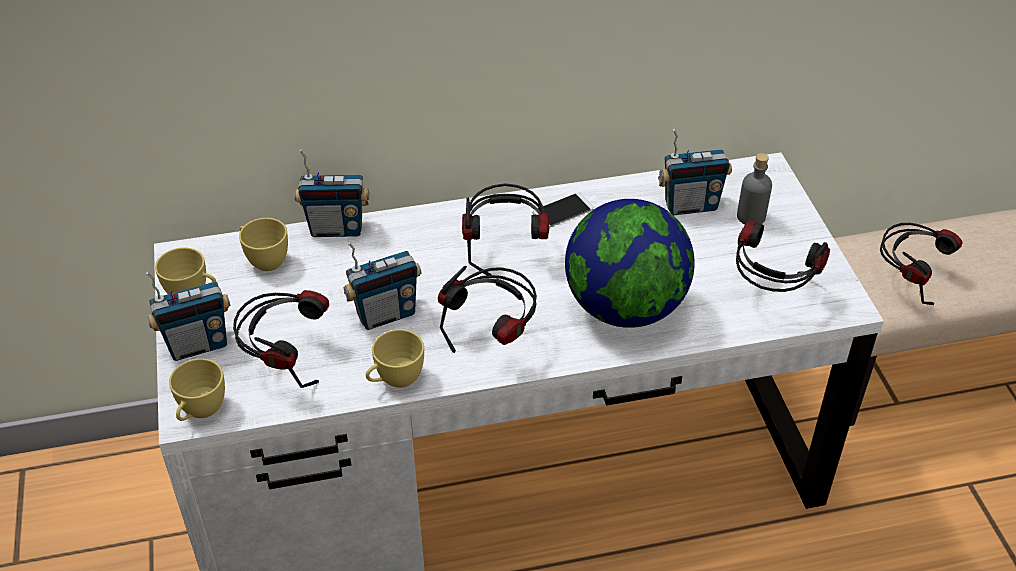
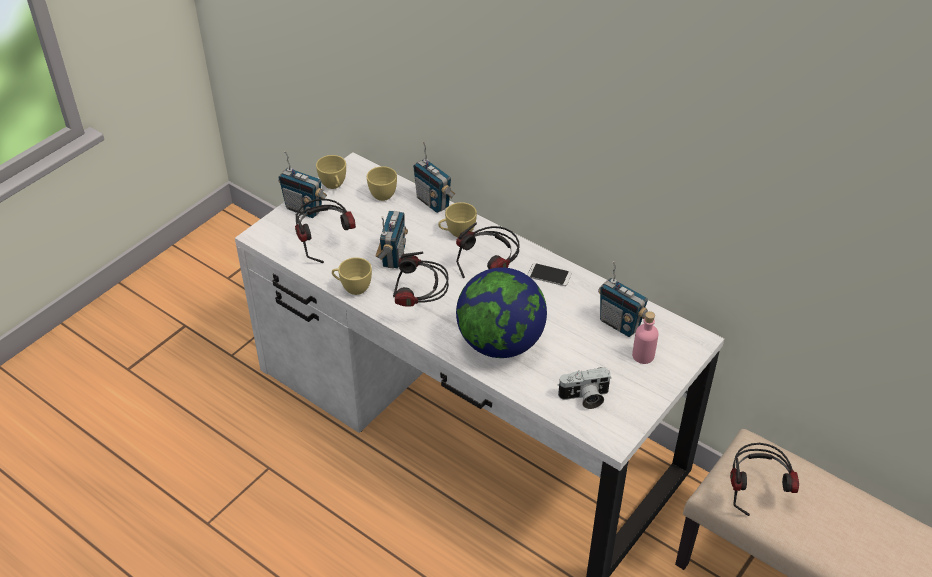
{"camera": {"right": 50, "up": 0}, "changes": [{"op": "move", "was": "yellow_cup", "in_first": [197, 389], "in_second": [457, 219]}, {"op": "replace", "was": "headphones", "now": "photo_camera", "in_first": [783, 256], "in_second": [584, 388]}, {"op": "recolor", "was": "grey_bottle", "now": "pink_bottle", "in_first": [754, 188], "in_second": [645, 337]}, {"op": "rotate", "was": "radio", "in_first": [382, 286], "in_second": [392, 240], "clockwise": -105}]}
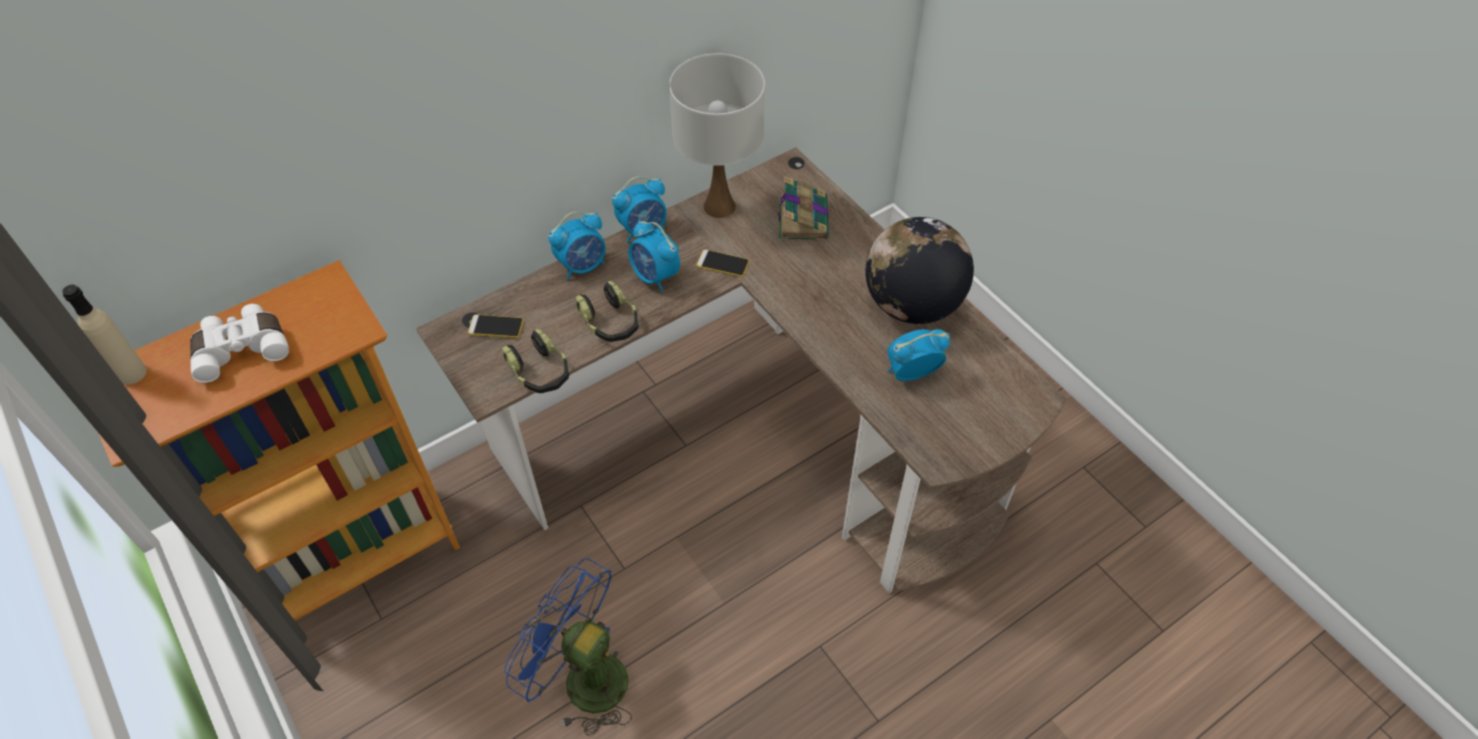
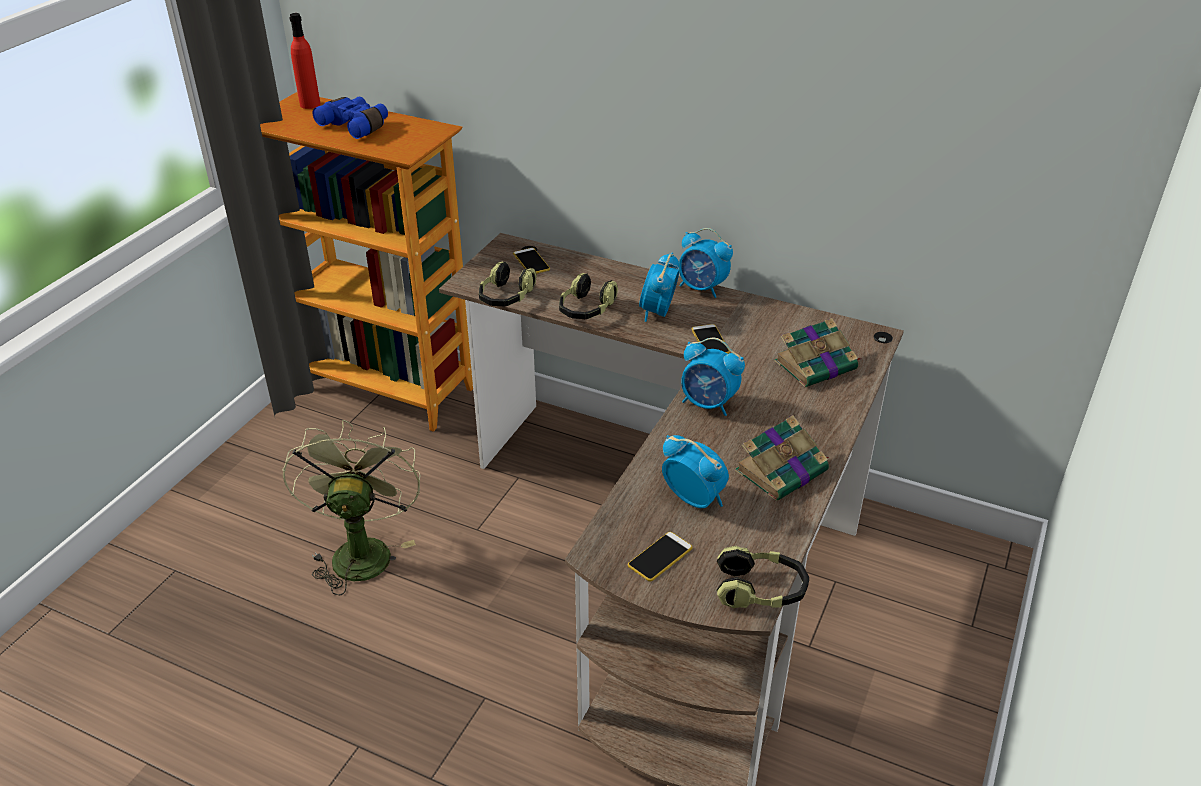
{"camera": {"right": 60, "up": -15}, "changes": [{"op": "delete", "was": "white_table_lamp", "in_first": [717, 136]}, {"op": "insert", "now": "phone", "in_second": [660, 556]}, {"op": "insert", "now": "headphones", "in_second": [762, 577]}, {"op": "move", "was": "alarm_clock", "in_first": [577, 246], "in_second": [713, 377]}, {"op": "replace", "was": "globe", "now": "book", "in_first": [919, 270], "in_second": [782, 458]}, {"op": "recolor", "was": "beige_bottle", "now": "red_bottle", "in_first": [104, 335], "in_second": [304, 61]}, {"op": "recolor", "was": "white_binoculars", "now": "blue_binoculars", "in_first": [239, 343], "in_second": [350, 118]}, {"op": "recolor", "was": "blue_fan", "now": "green_fan", "in_first": [568, 647], "in_second": [351, 507]}]}
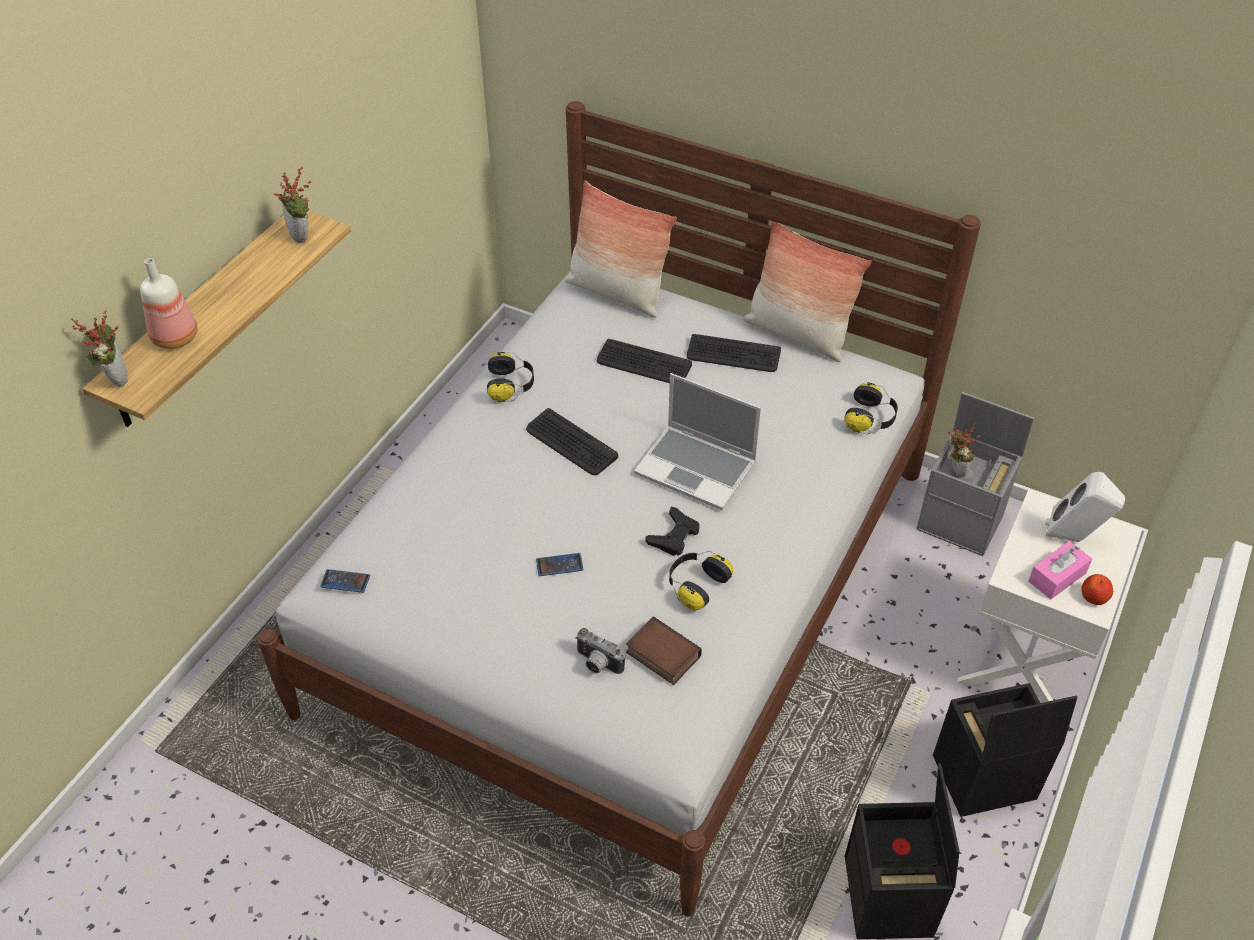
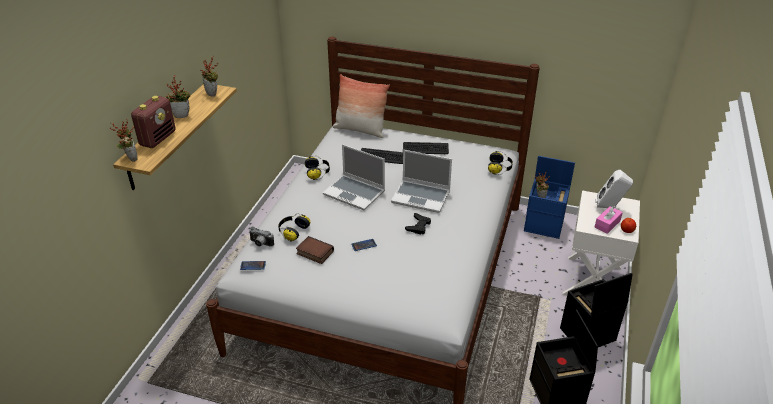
{"camera": {"right": -10, "up": -10}, "changes": [{"op": "delete", "was": "pillow", "in_first": [807, 291]}, {"op": "insert", "now": "potted_plant", "in_second": [178, 96]}, {"op": "move", "was": "photo_camera", "in_first": [600, 651], "in_second": [261, 236]}, {"op": "move", "was": "book", "in_first": [664, 650], "in_second": [315, 250]}, {"op": "move", "was": "headphones", "in_first": [701, 580], "in_second": [294, 227]}, {"op": "replace", "was": "bottle", "now": "radio", "in_first": [169, 303], "in_second": [153, 122]}, {"op": "replace", "was": "keyboard", "now": "laptop", "in_first": [572, 441], "in_second": [354, 177]}, {"op": "recolor", "was": "grey_storage_box", "now": "blue_storage_box", "in_first": [975, 474], "in_second": [549, 197]}]}
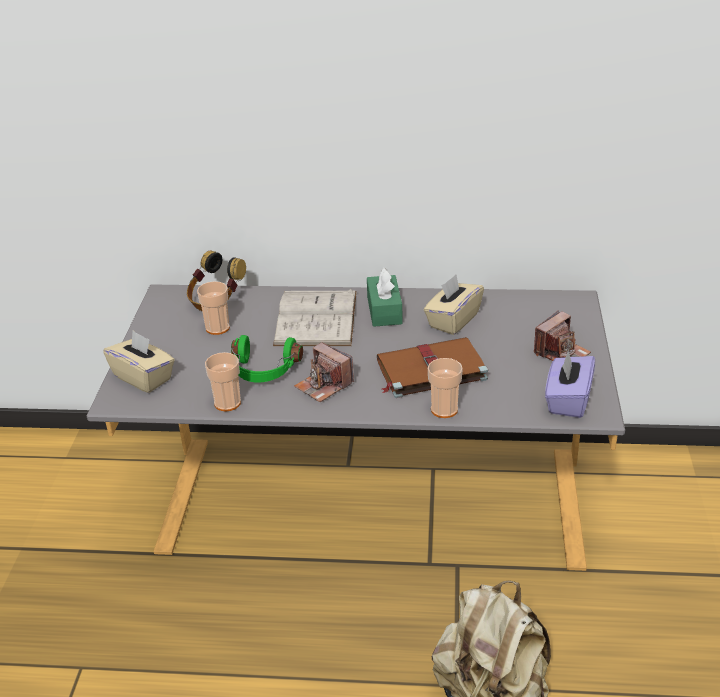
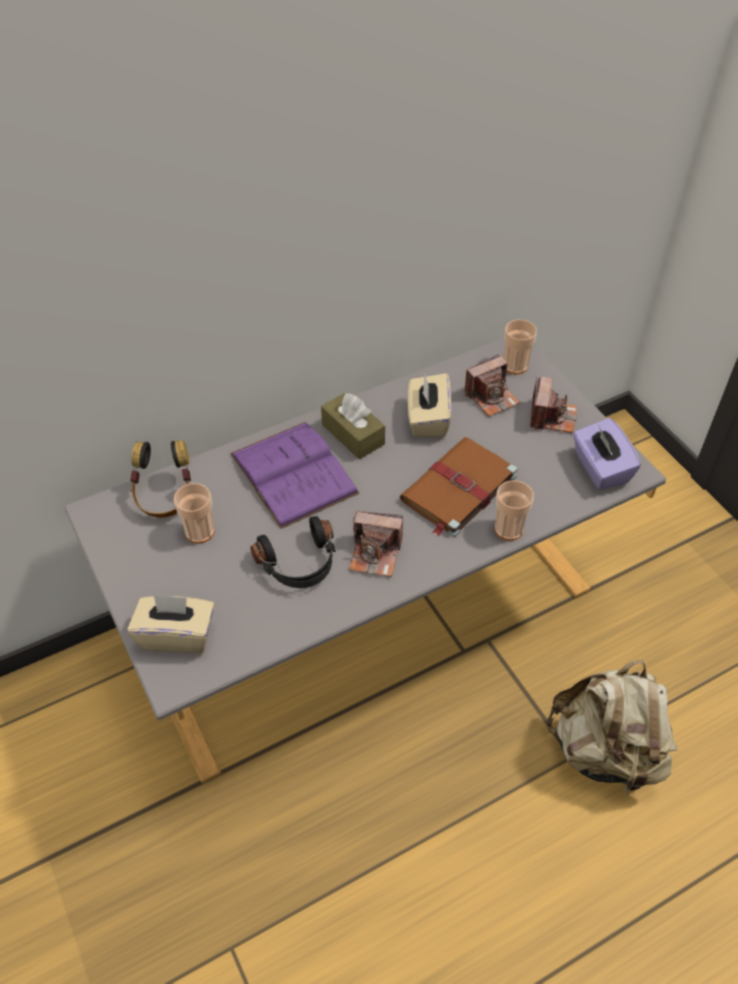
{"camera": {"right": -35, "up": 15}, "changes": [{"op": "insert", "now": "photo_camera", "in_second": [492, 385]}, {"op": "move", "was": "cup", "in_first": [223, 382], "in_second": [520, 347]}, {"op": "recolor", "was": "green_headphones", "now": "black_headphones", "in_first": [267, 358], "in_second": [293, 552]}, {"op": "recolor", "was": "white_book", "now": "purple_book", "in_first": [315, 317], "in_second": [294, 475]}, {"op": "recolor", "was": "green_tissue_box", "now": "brown_tissue_box", "in_first": [385, 297], "in_second": [353, 425]}]}
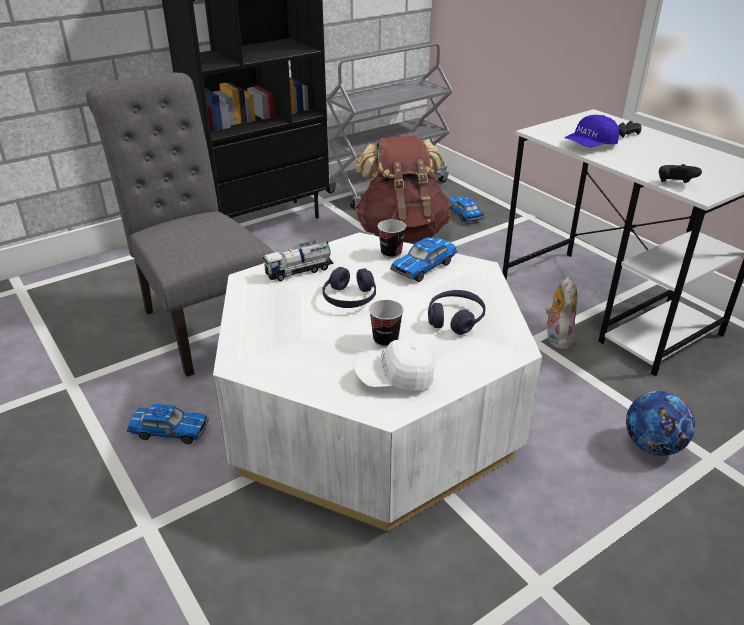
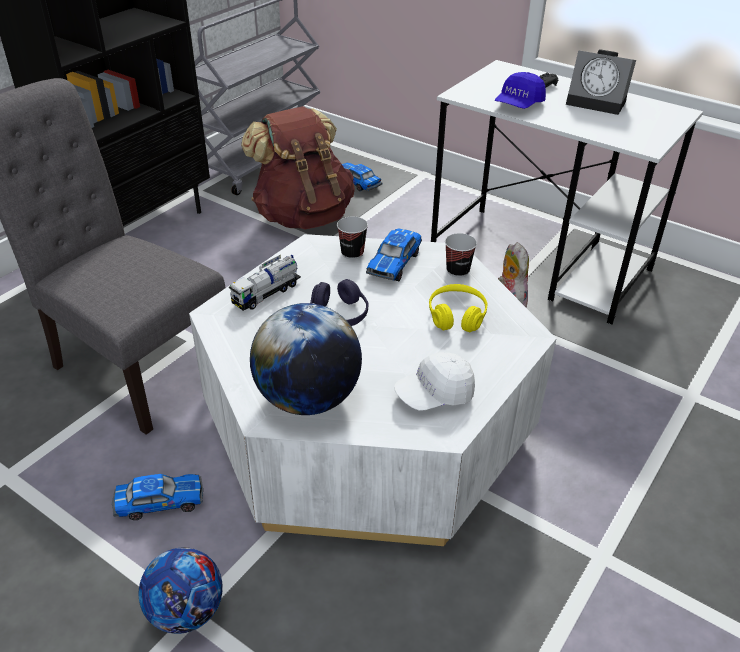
{"camera": {"right": -20, "up": 5}, "changes": [{"op": "delete", "was": "black_game_controller", "in_first": [680, 173]}, {"op": "insert", "now": "globe", "in_second": [306, 359]}, {"op": "insert", "now": "alarm_clock", "in_second": [601, 82]}, {"op": "move", "was": "cup", "in_first": [386, 323], "in_second": [461, 255]}, {"op": "move", "was": "football", "in_first": [660, 423], "in_second": [181, 590]}, {"op": "recolor", "was": "purple_headphones", "now": "yellow_headphones", "in_first": [456, 312], "in_second": [458, 308]}]}
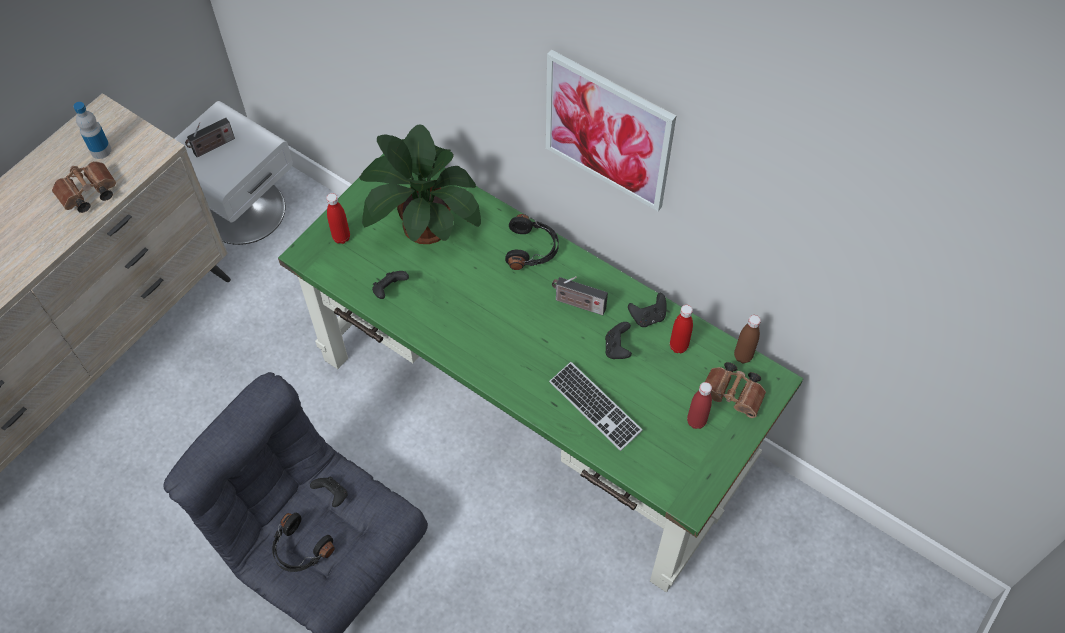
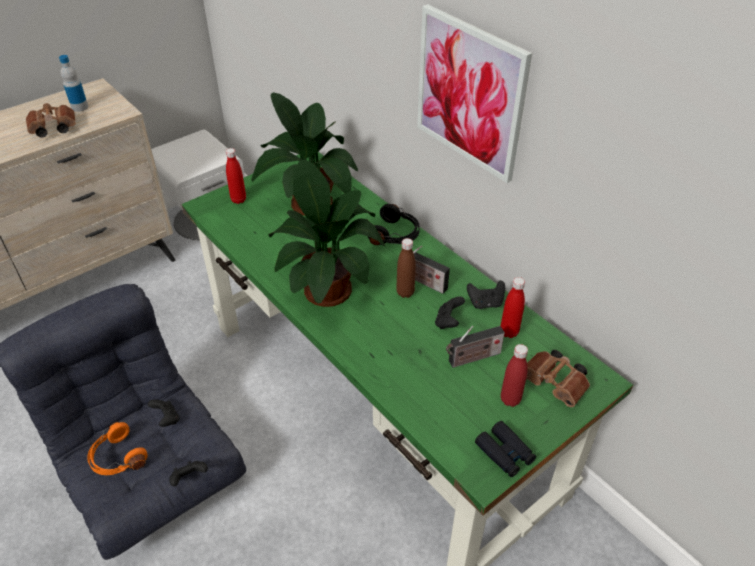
{"camera": {"right": 15, "up": -15}, "changes": [{"op": "delete", "was": "keyboard", "in_first": [595, 406]}, {"op": "insert", "now": "potted_plant", "in_second": [326, 233]}, {"op": "insert", "now": "black_binoculars", "in_second": [505, 449]}, {"op": "move", "was": "radio", "in_first": [210, 137], "in_second": [475, 346]}, {"op": "move", "was": "black_game_controller", "in_first": [390, 285], "in_second": [188, 473]}, {"op": "move", "was": "brown_bottle", "in_first": [747, 339], "in_second": [406, 268]}, {"op": "recolor", "was": "black_headphones", "now": "orange_headphones", "in_first": [303, 542], "in_second": [117, 448]}]}
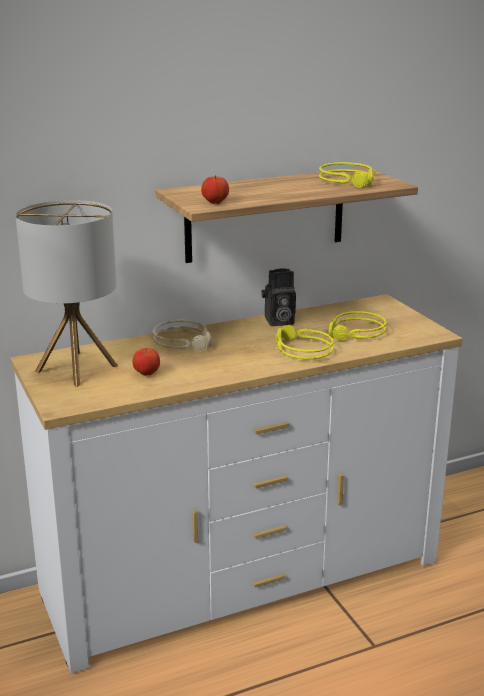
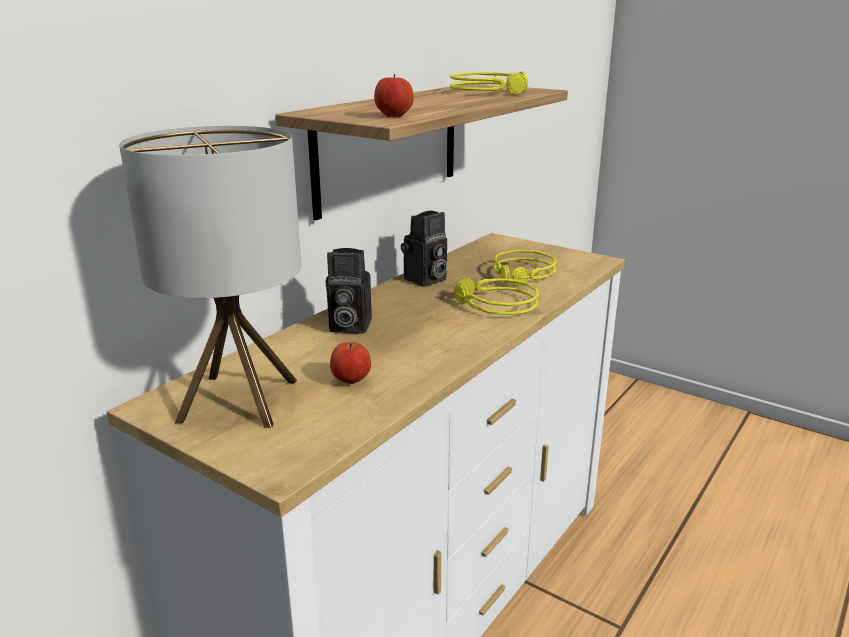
{"camera": {"right": -30, "up": 0}, "changes": [{"op": "replace", "was": "beige_headphones", "now": "photo_camera", "in_first": [182, 335], "in_second": [349, 291]}]}
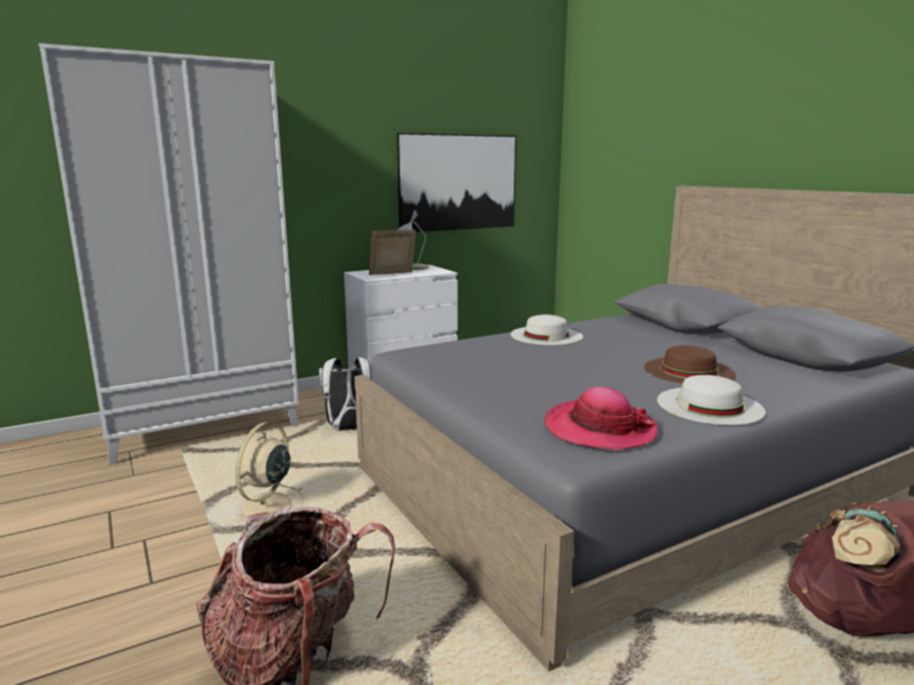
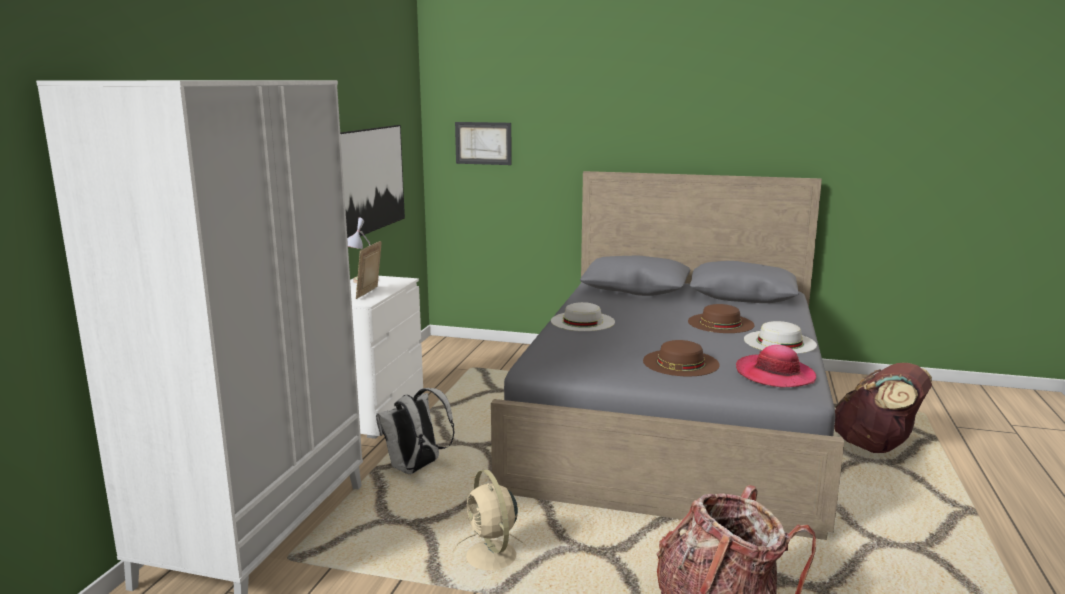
{"camera": {"right": -45, "up": 0}, "changes": [{"op": "insert", "now": "picture", "in_second": [483, 143]}, {"op": "insert", "now": "brown_hat", "in_second": [681, 358]}]}
